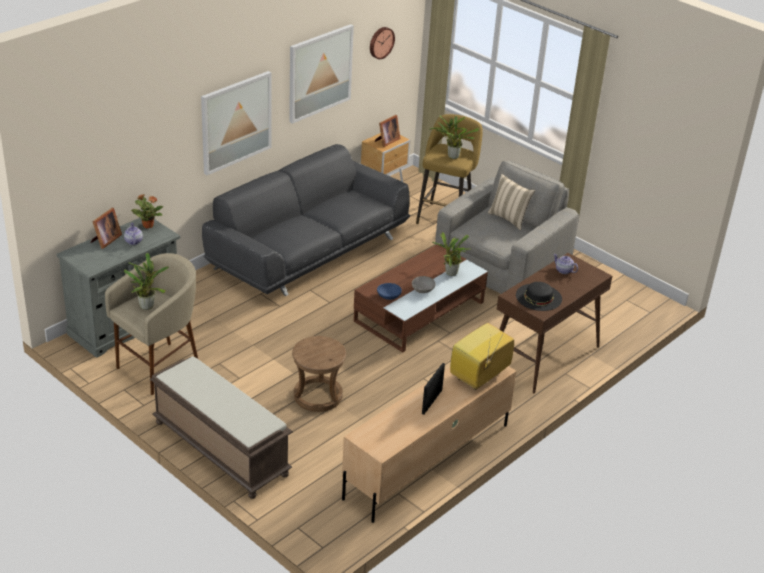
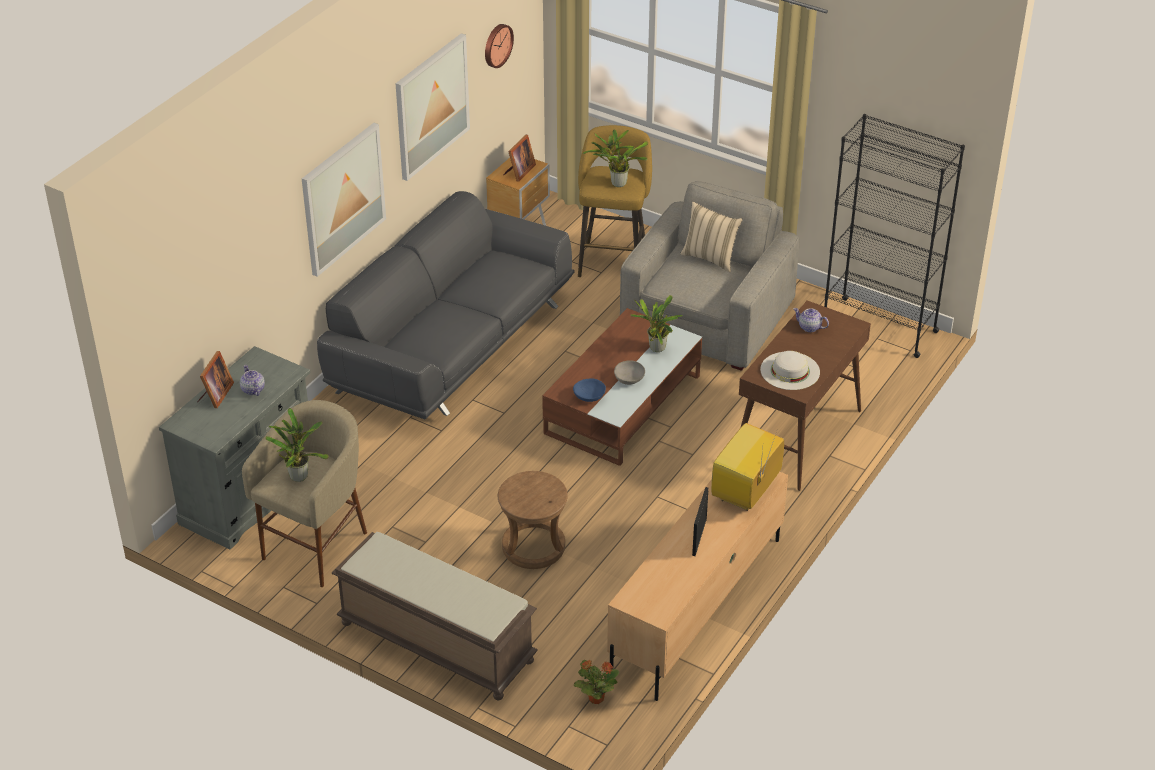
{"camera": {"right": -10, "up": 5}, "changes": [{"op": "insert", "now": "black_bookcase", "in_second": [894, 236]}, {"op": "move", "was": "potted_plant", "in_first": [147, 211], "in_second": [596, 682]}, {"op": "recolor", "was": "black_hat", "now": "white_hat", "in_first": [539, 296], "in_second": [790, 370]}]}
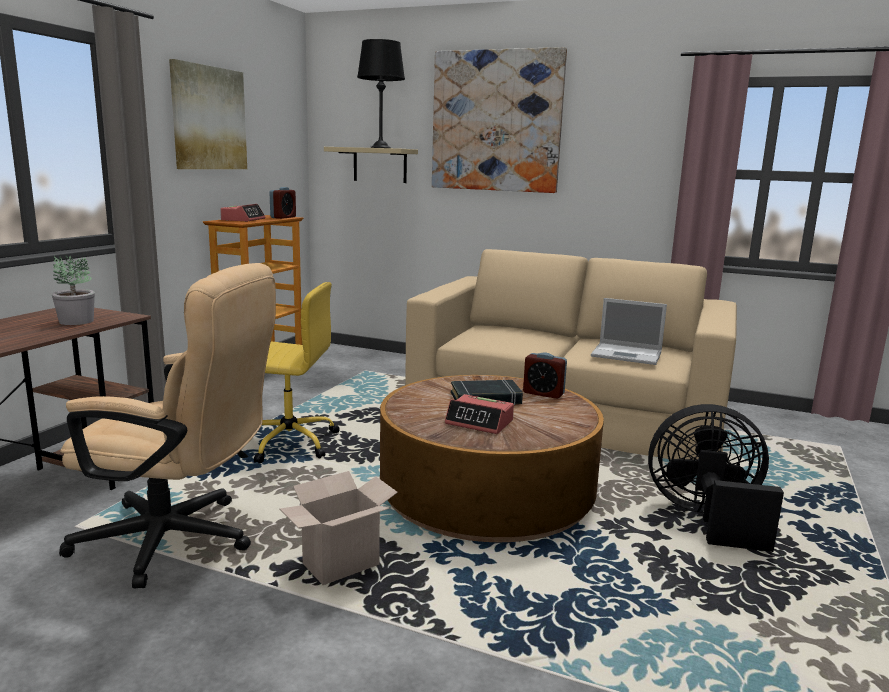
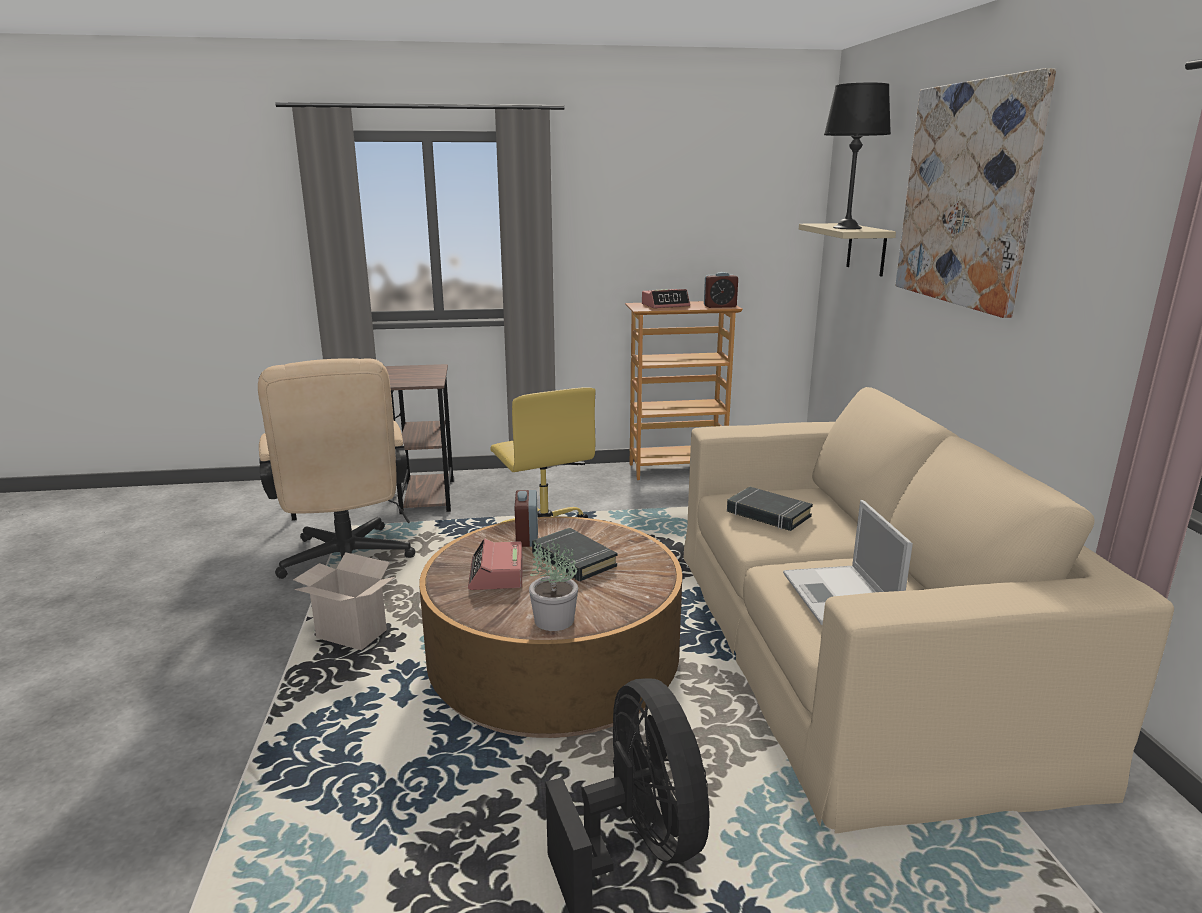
{"camera": {"right": 60, "up": 5}, "changes": [{"op": "delete", "was": "picture", "in_first": [208, 114]}, {"op": "insert", "now": "black_book", "in_second": [770, 509]}, {"op": "move", "was": "potted_plant", "in_first": [73, 290], "in_second": [553, 584]}, {"op": "move", "was": "alarm_clock", "in_first": [545, 376], "in_second": [526, 518]}]}
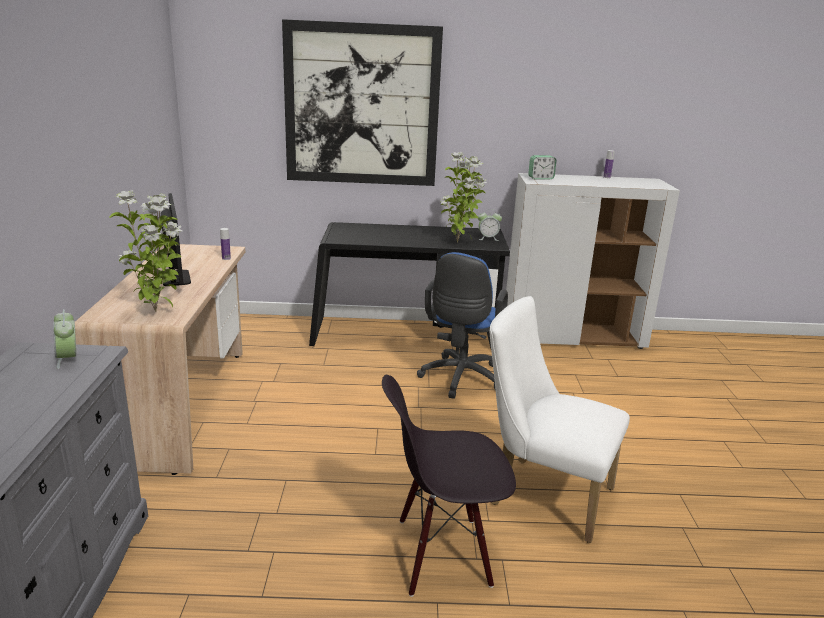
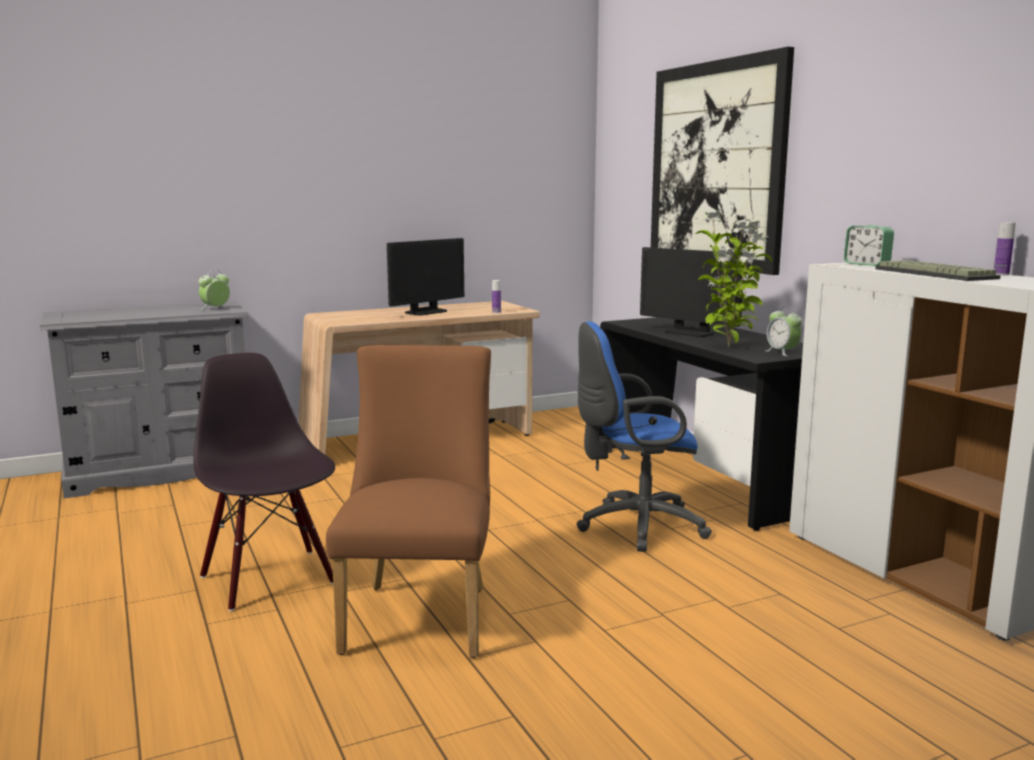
{"camera": {"right": 65, "up": -10}, "changes": [{"op": "delete", "was": "potted_plant", "in_first": [145, 251]}, {"op": "insert", "now": "monitor", "in_second": [692, 292]}, {"op": "insert", "now": "keyboard", "in_second": [938, 270]}, {"op": "recolor", "was": "white_chair", "now": "brown_chair", "in_first": [560, 419], "in_second": [408, 501]}]}
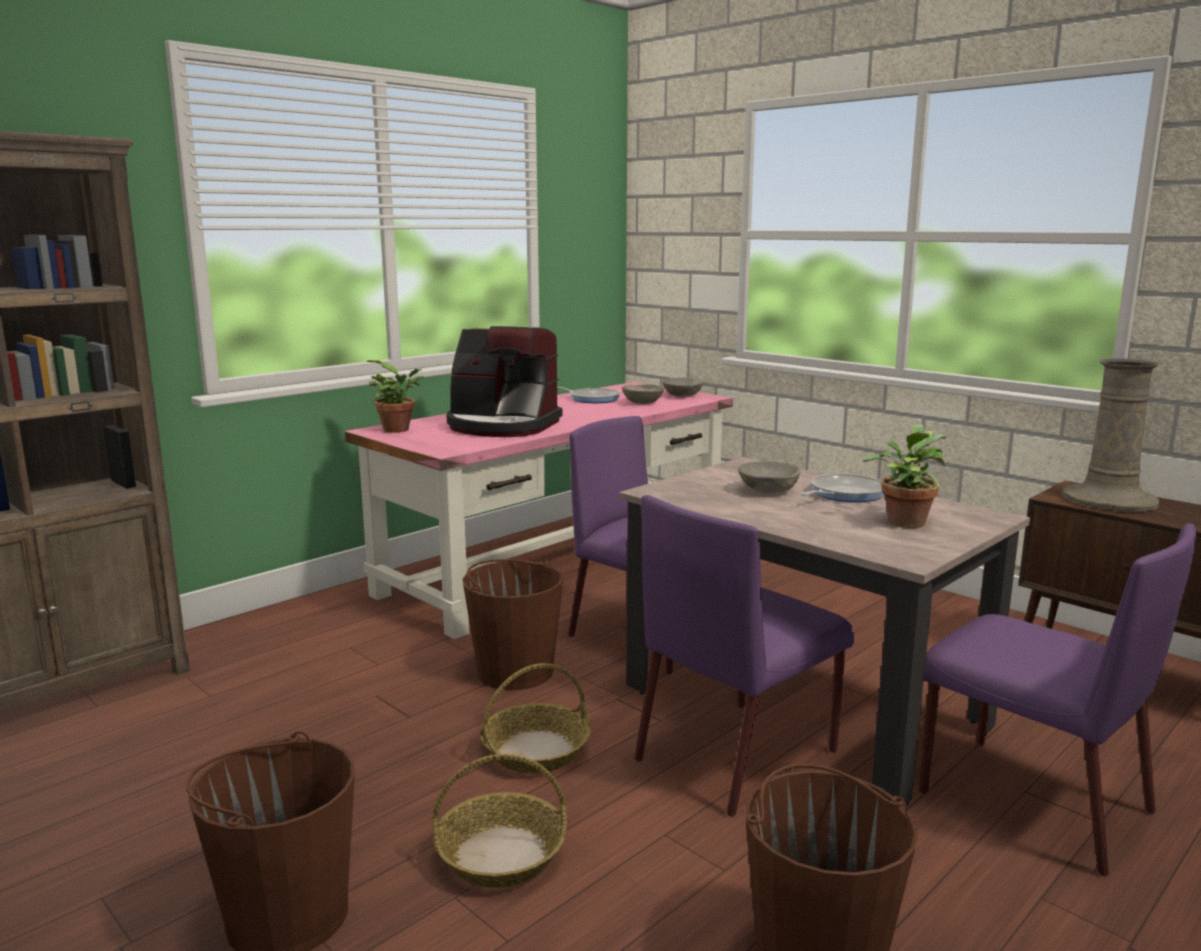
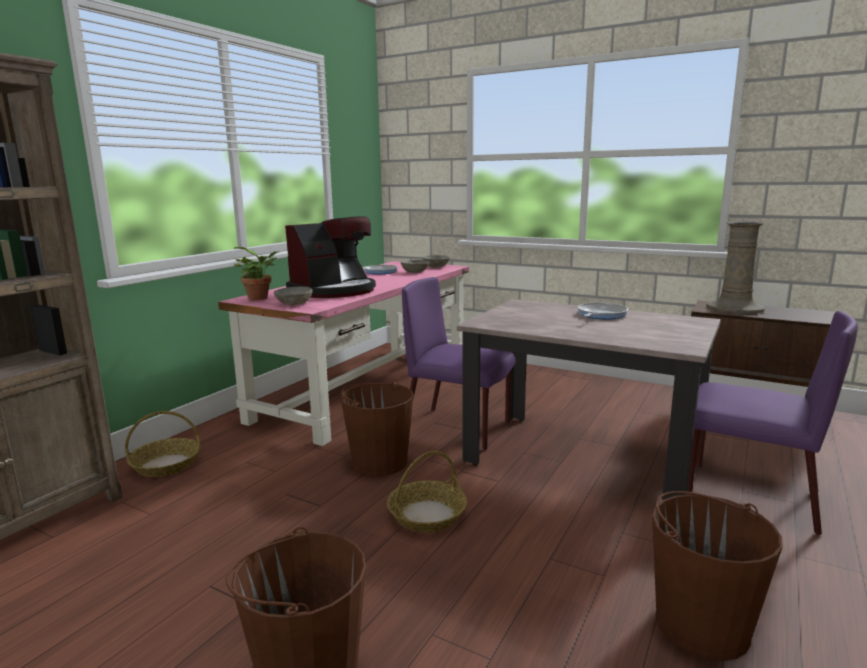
{"camera": {"right": -15, "up": 0}, "changes": [{"op": "delete", "was": "purple_chair", "in_first": [744, 656]}, {"op": "delete", "was": "potted_plant", "in_first": [904, 476]}, {"op": "move", "was": "basket", "in_first": [500, 821], "in_second": [162, 444]}, {"op": "move", "was": "grey_bowl", "in_first": [769, 477], "in_second": [293, 296]}, {"op": "rotate", "was": "coffee_machine", "in_first": [504, 381], "in_second": [330, 257], "clockwise": -45}]}
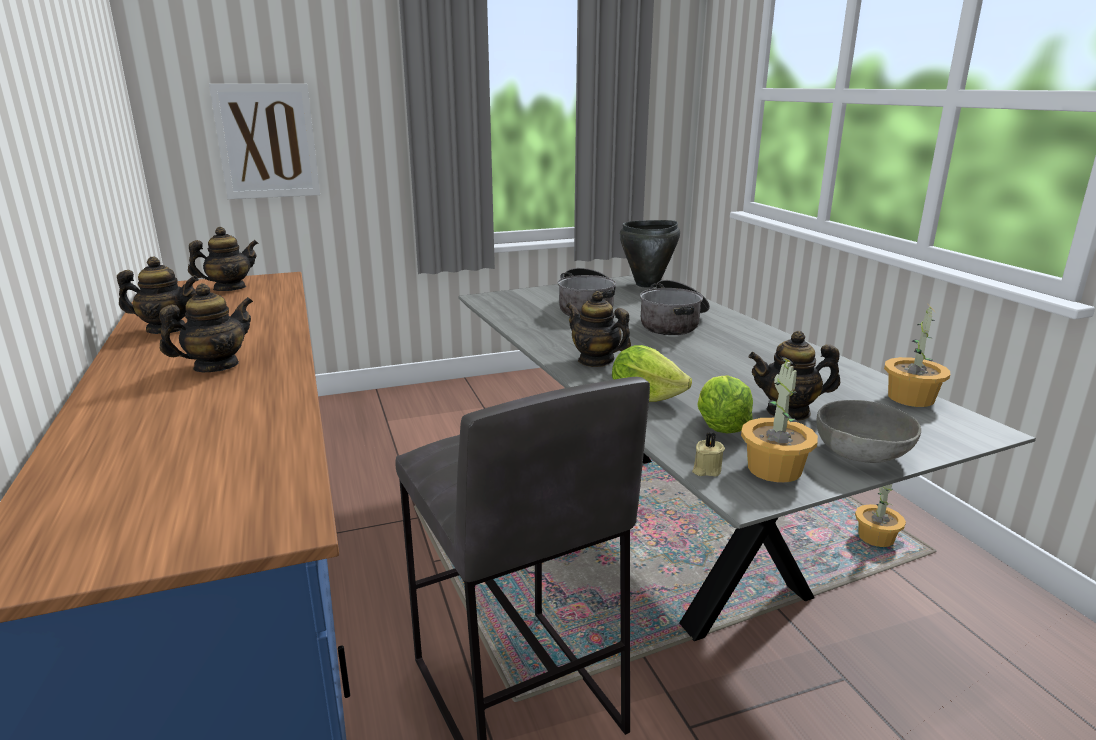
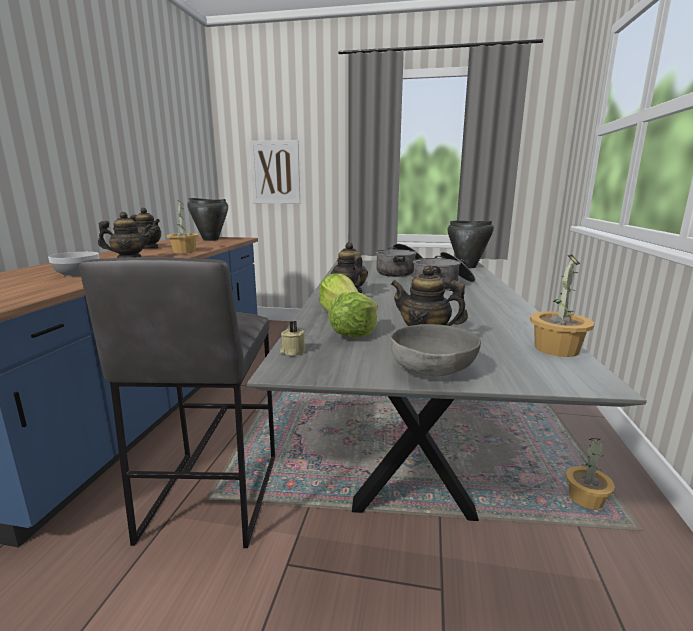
{"camera": {"right": 30, "up": -5}, "changes": [{"op": "insert", "now": "bowl", "in_second": [73, 264]}, {"op": "move", "was": "potted_plant", "in_first": [779, 419], "in_second": [183, 226]}, {"op": "replace", "was": "teapot", "now": "black_cooking_pot", "in_first": [223, 259], "in_second": [207, 219]}]}
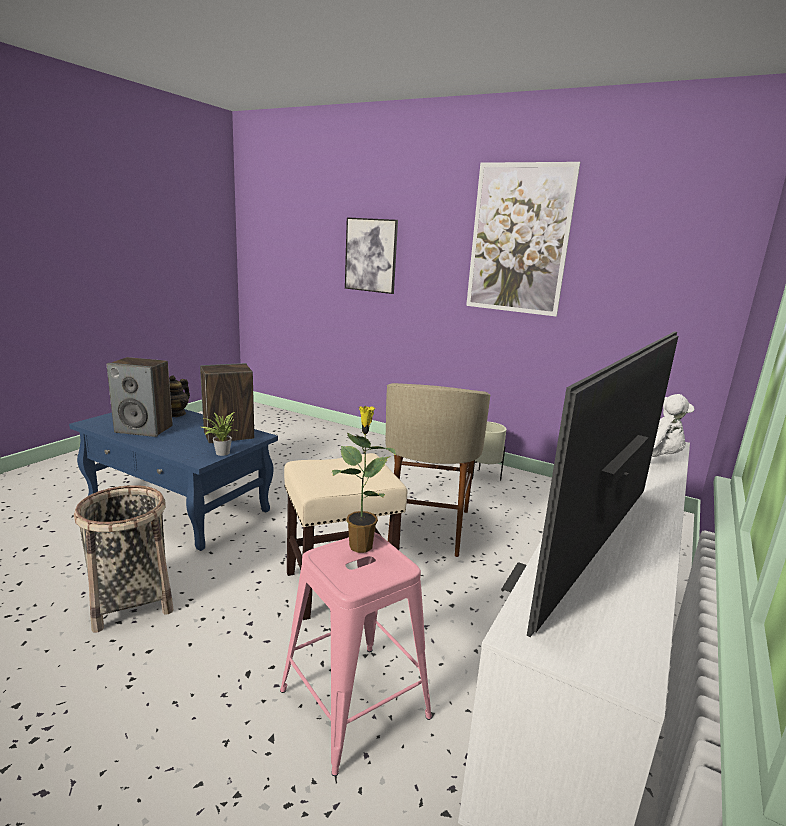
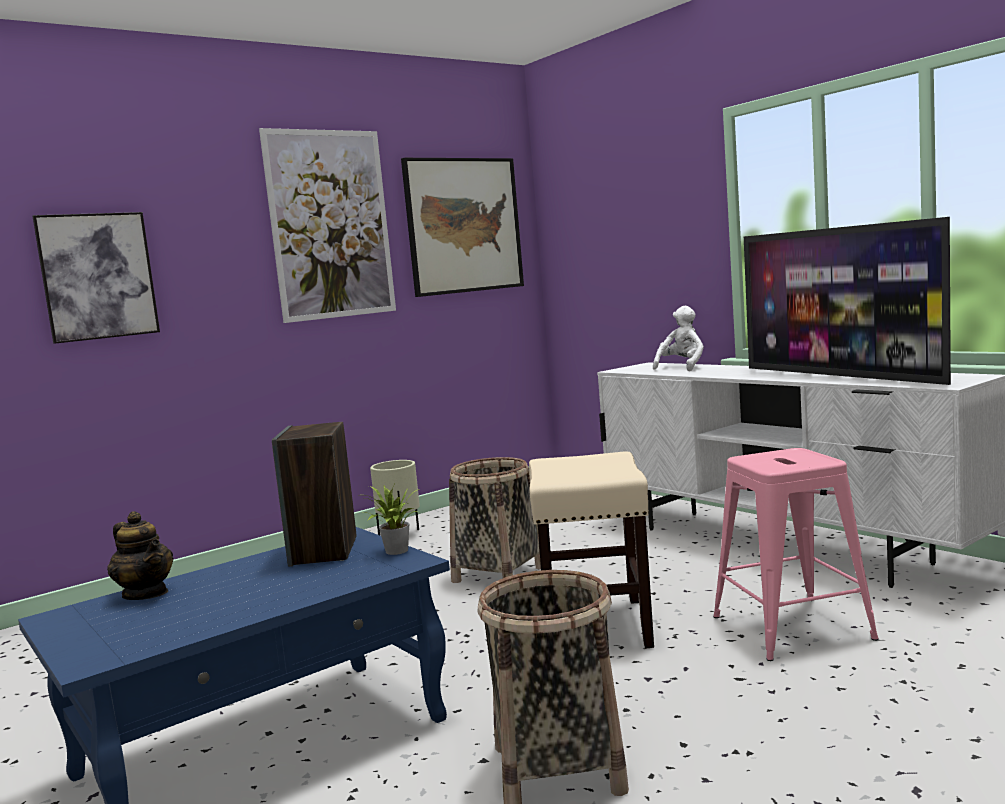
{"camera": {"right": -65, "up": -10}, "changes": [{"op": "delete", "was": "speaker", "in_first": [140, 397]}, {"op": "delete", "was": "potted_plant", "in_first": [364, 479]}, {"op": "insert", "now": "picture", "in_second": [462, 227]}, {"op": "replace", "was": "beige_stool", "now": "basket", "in_first": [438, 470], "in_second": [495, 520]}]}
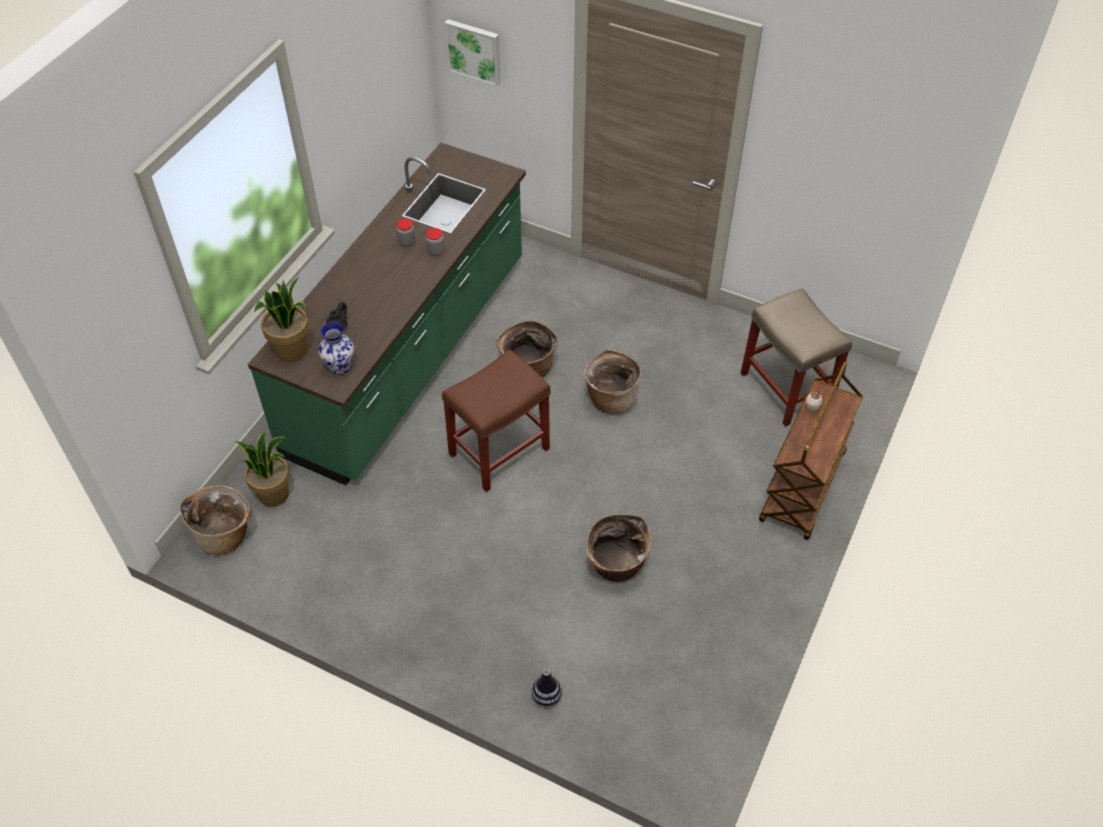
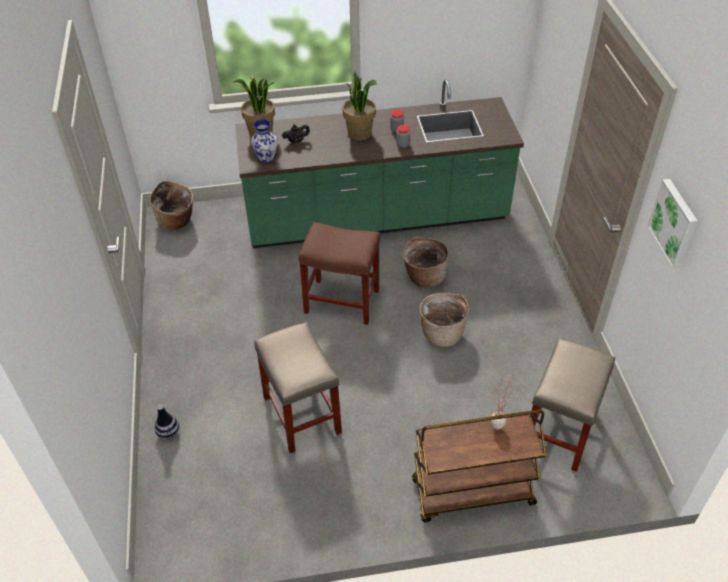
{"camera": {"right": 55, "up": -5}, "changes": [{"op": "move", "was": "potted_plant", "in_first": [262, 470], "in_second": [360, 105]}, {"op": "move", "was": "picture", "in_first": [472, 52], "in_second": [672, 224]}, {"op": "replace", "was": "basket", "now": "beige_stool", "in_first": [618, 548], "in_second": [298, 387]}]}
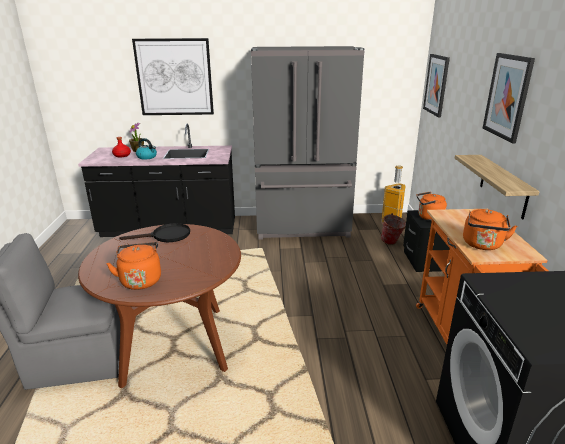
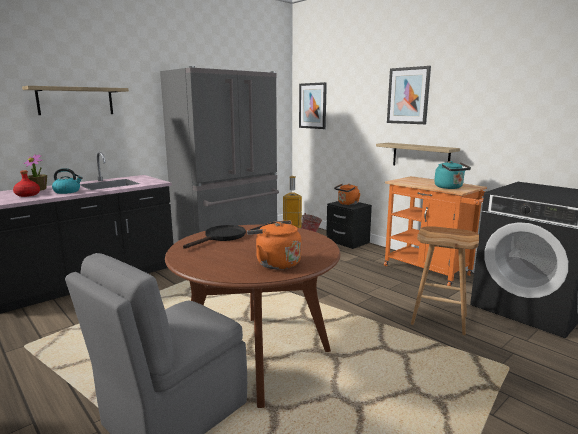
{"camera": {"right": -40, "up": -10}, "changes": [{"op": "insert", "now": "brown_stool", "in_second": [445, 280]}, {"op": "replace", "was": "picture", "now": "shelf", "in_first": [173, 76], "in_second": [75, 100]}, {"op": "recolor", "was": "orange_kettle", "now": "turquoise_kettle", "in_first": [490, 229], "in_second": [452, 175]}]}
